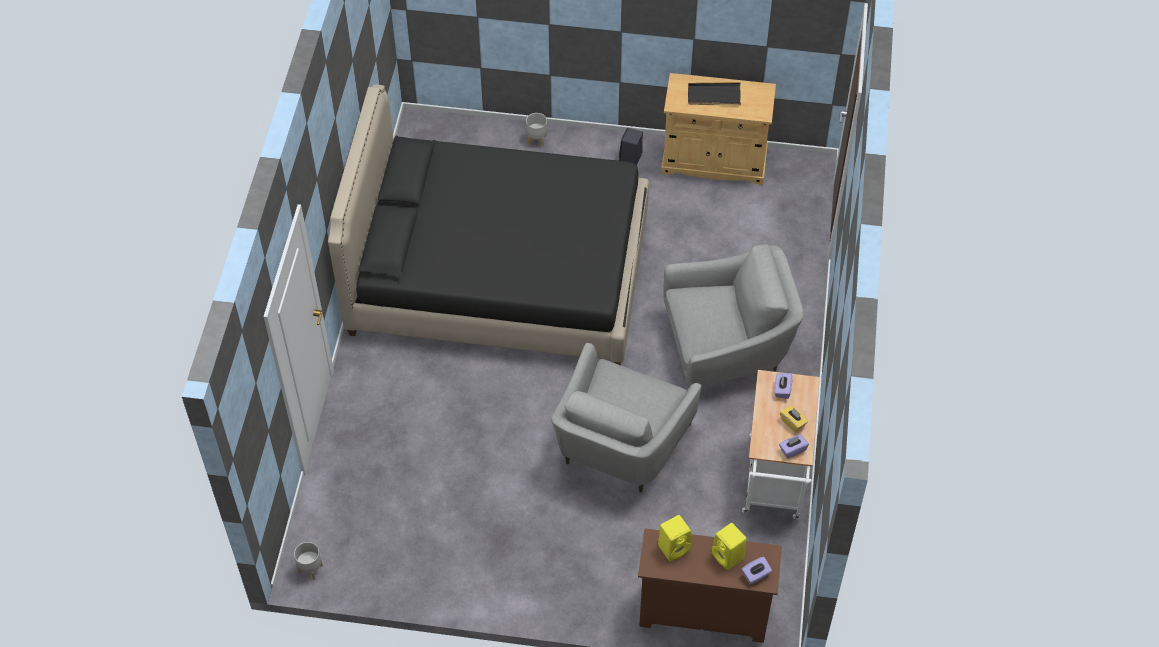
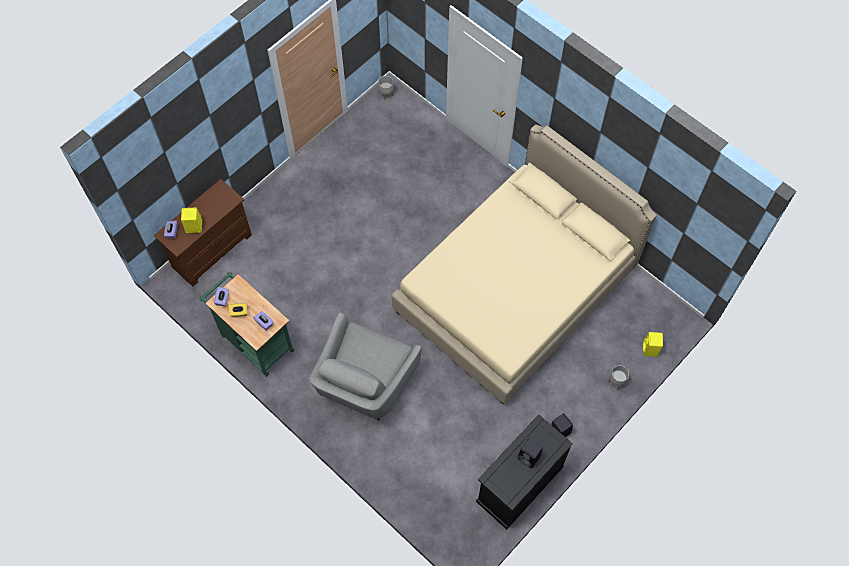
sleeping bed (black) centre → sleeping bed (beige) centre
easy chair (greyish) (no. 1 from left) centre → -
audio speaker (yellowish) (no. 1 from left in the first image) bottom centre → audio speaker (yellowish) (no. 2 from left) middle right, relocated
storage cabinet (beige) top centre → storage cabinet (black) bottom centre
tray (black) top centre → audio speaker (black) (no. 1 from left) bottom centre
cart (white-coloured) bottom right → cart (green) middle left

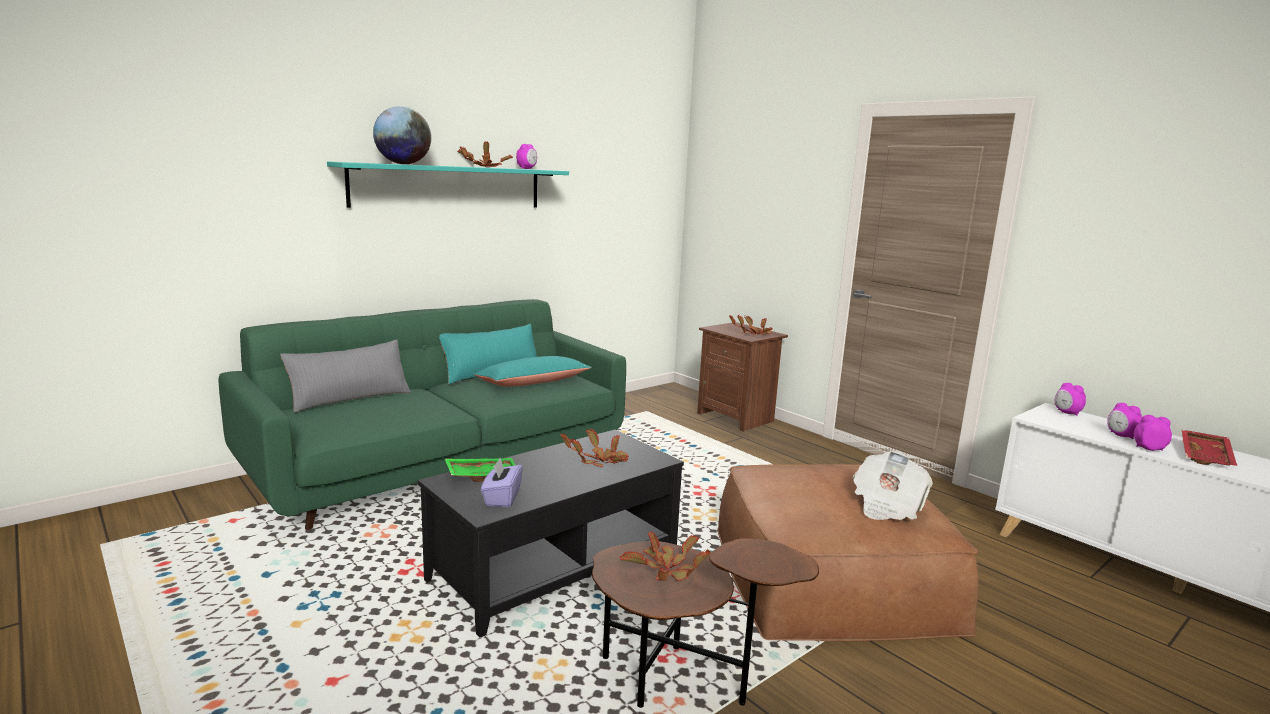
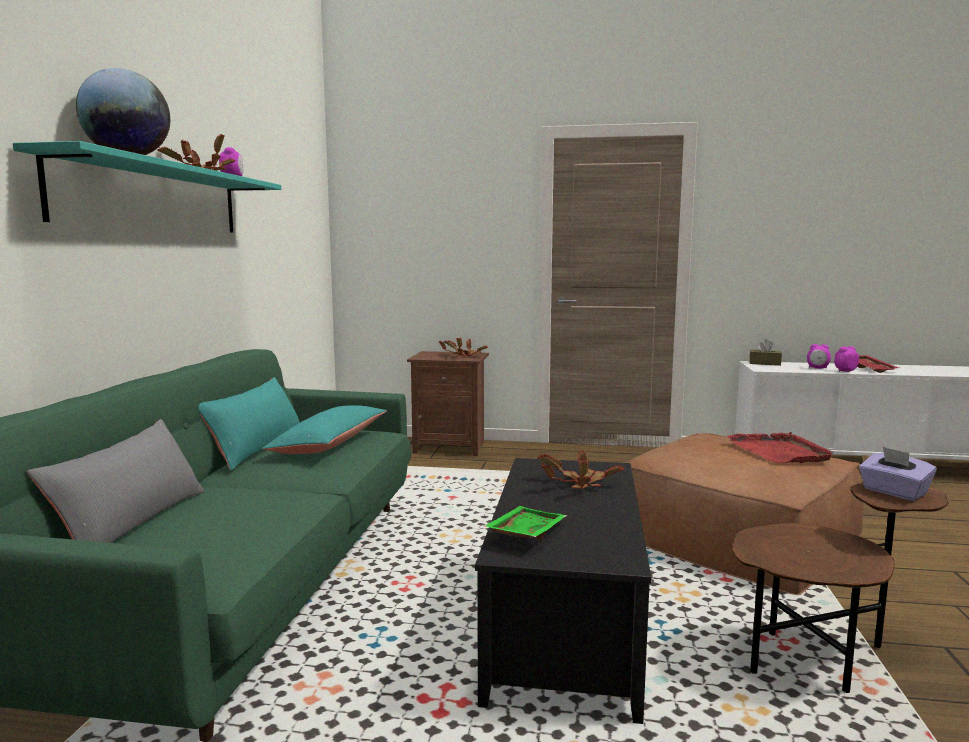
tissue box (purplish) bottom centre → tissue box (purplish) middle right, relocated
houseplant (no. 3 from left) bottom centre → -
printed paper bottom right → tray (reddish) (no. 1 from left) middle right
table clock (no. 2 from left) middle right → tissue box (brown-coloured) middle right

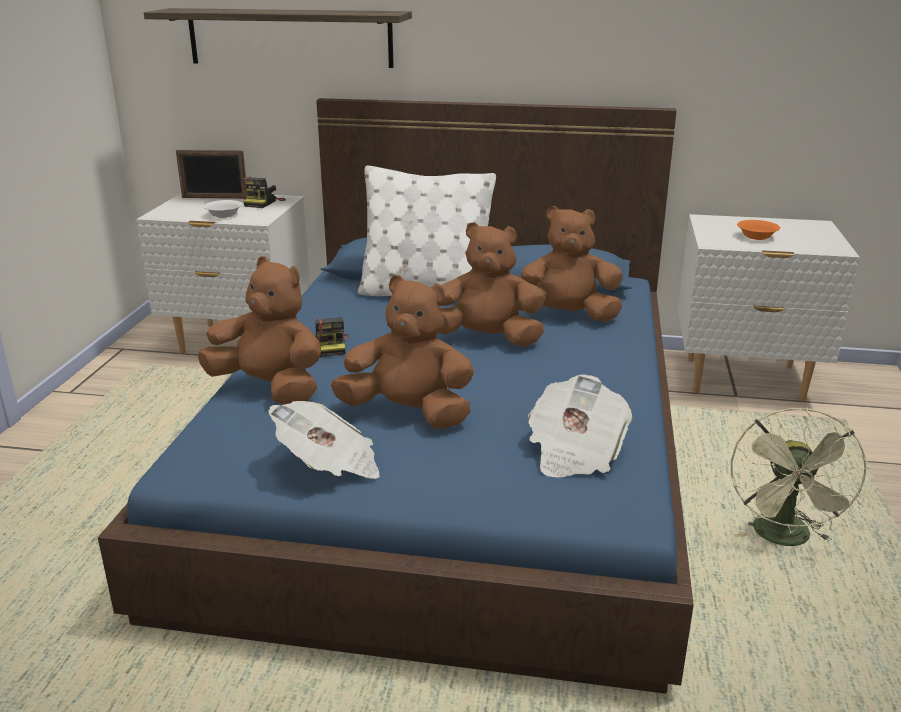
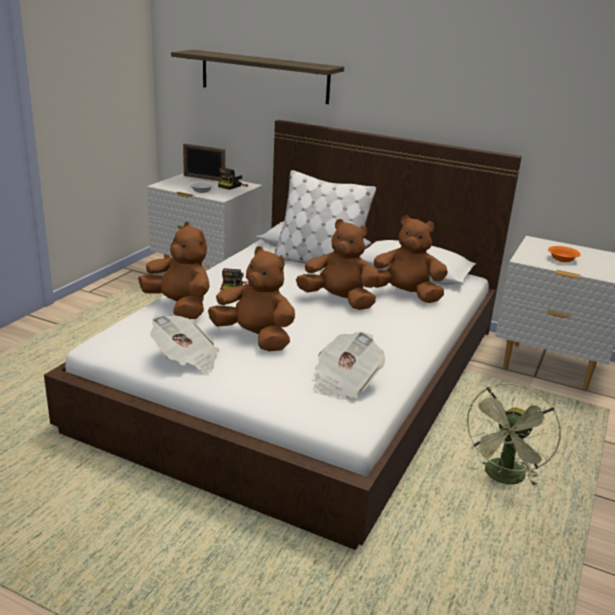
sleeping bed (blue-coloured) centre → sleeping bed (white-coloured) centre

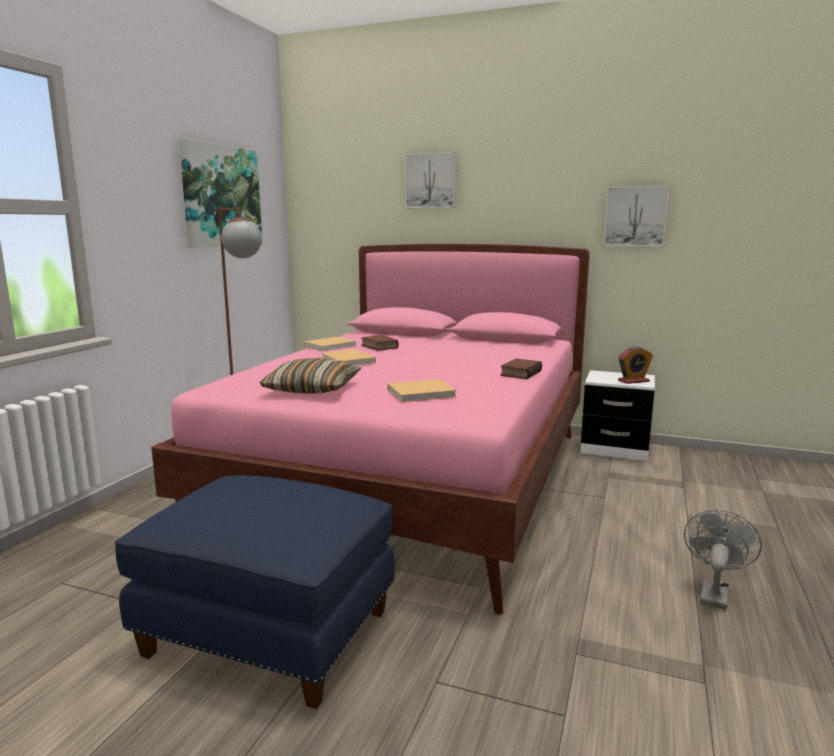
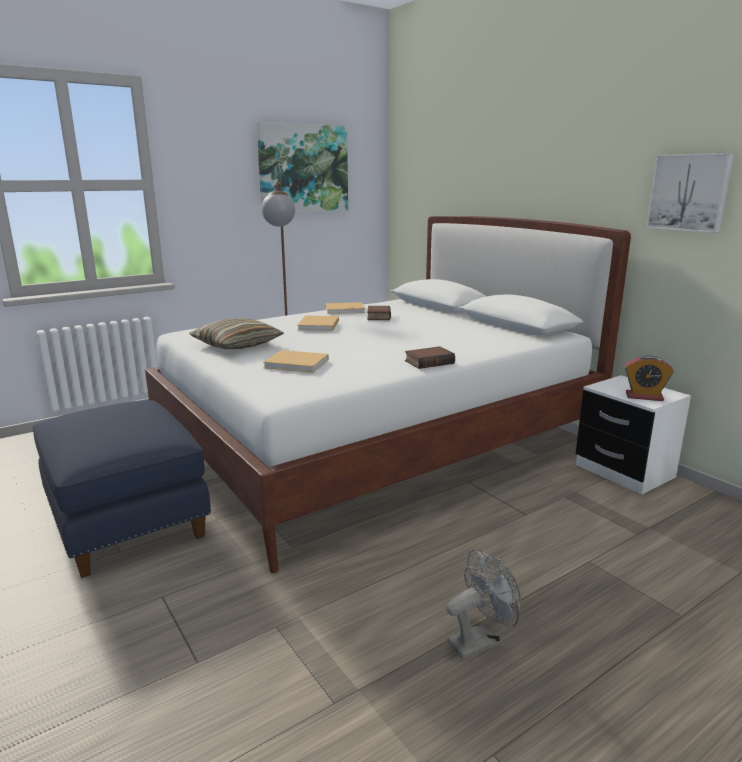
sleeping bed (pinkish) centre → sleeping bed (white-coloured) centre
wall art (no. 2 from left) top centre → -

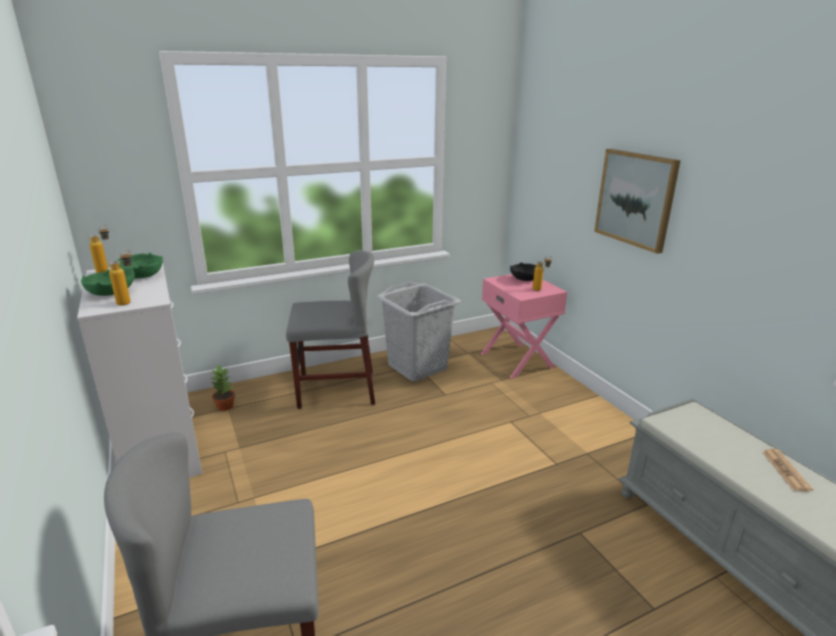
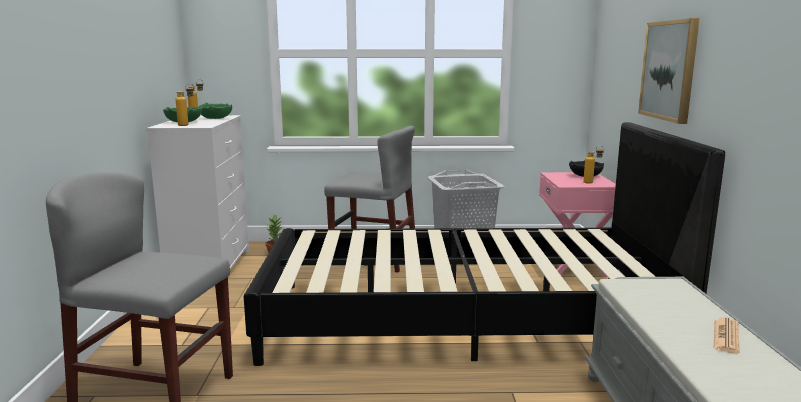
- → sleeping bed (black) centre

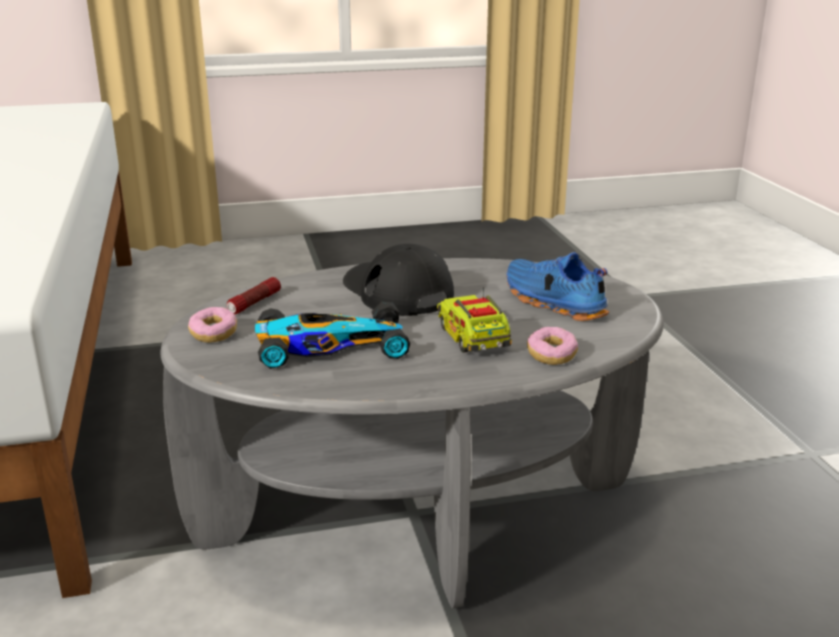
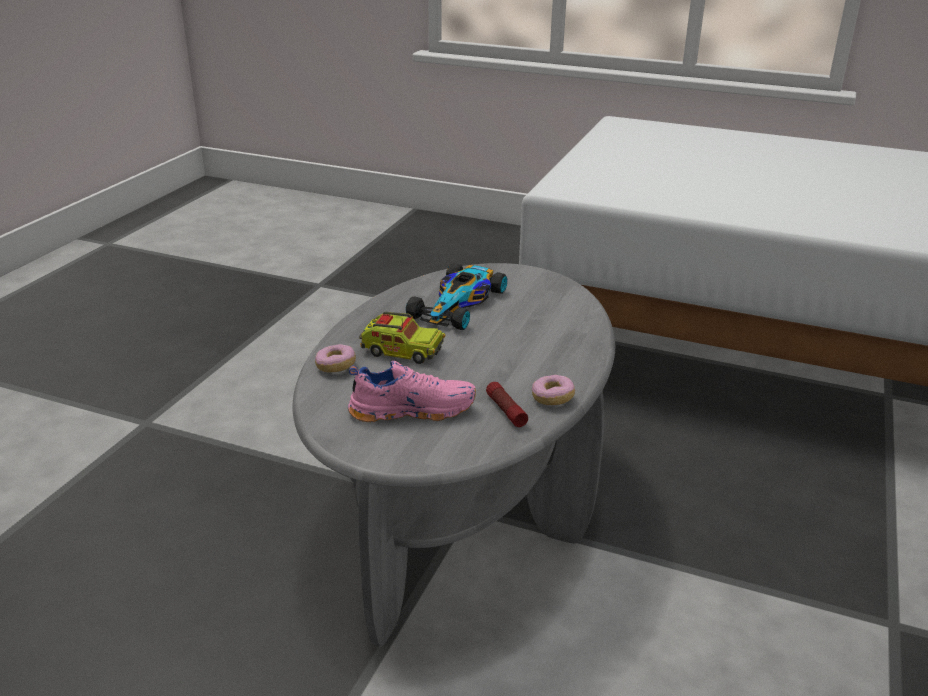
donut (no. 1 from left in the first image) middle left → donut (no. 2 from left) centre, relocated
torch middle left → torch centre, relocated
cap (black) centre → -
low shoe (blue-coloured) centre → low shoe (pinkish) centre

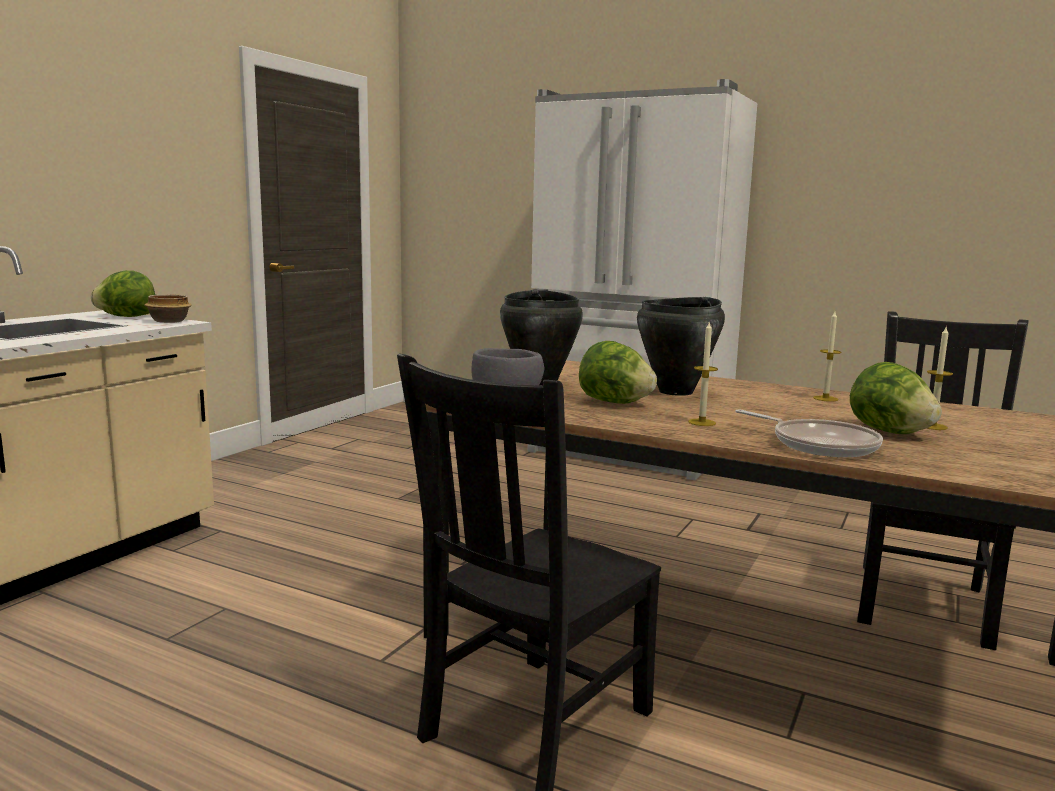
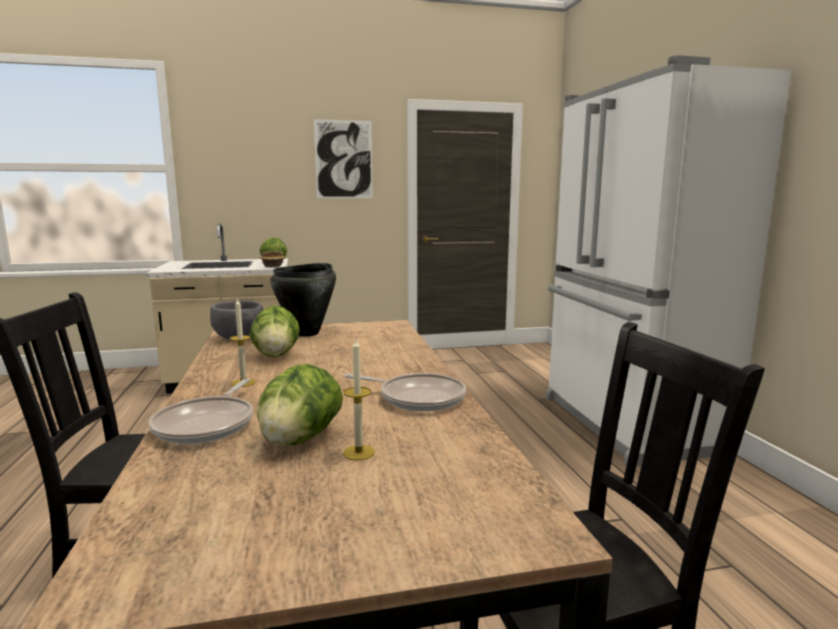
saucepot (black) (no. 2 from left) centre → -
wax light (no. 2 from left) middle right → skillet (no. 2 from left) centre
- → wall art top centre

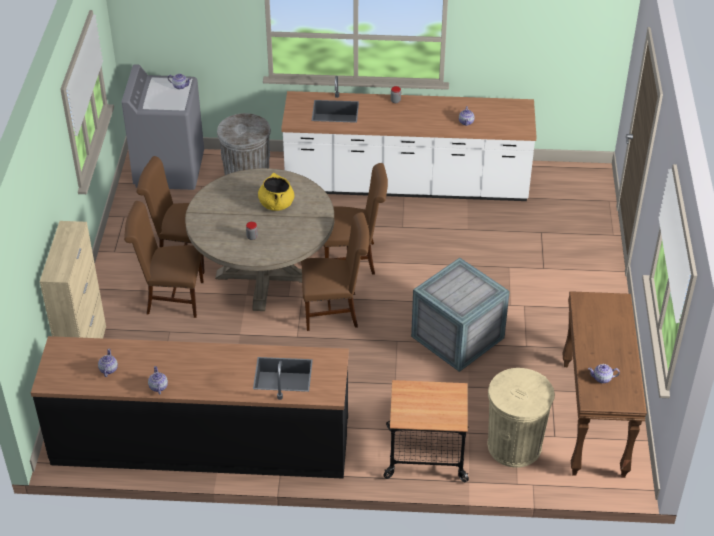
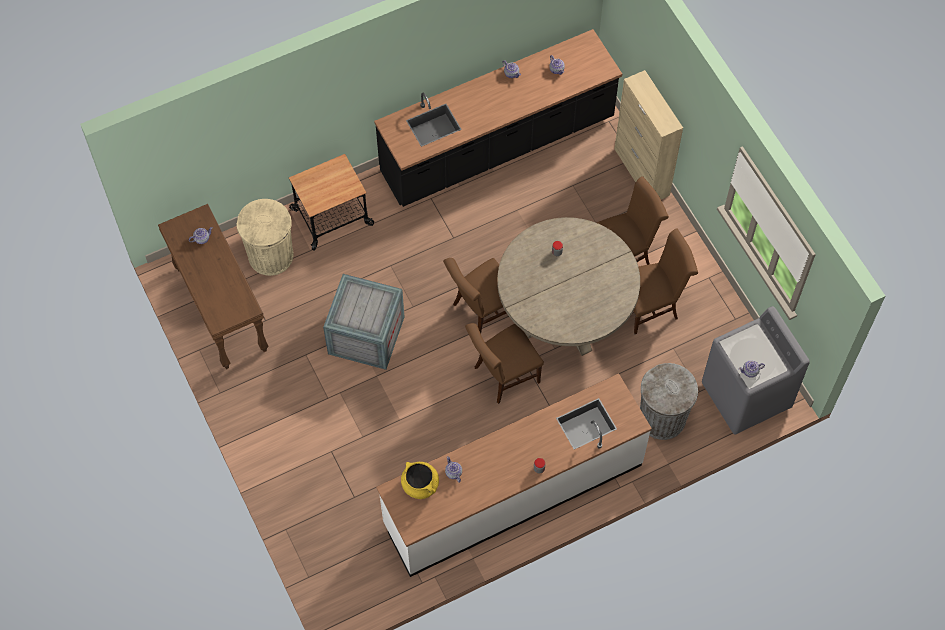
saucepot (yellowish) centre → saucepot (yellowish) bottom centre, relocated

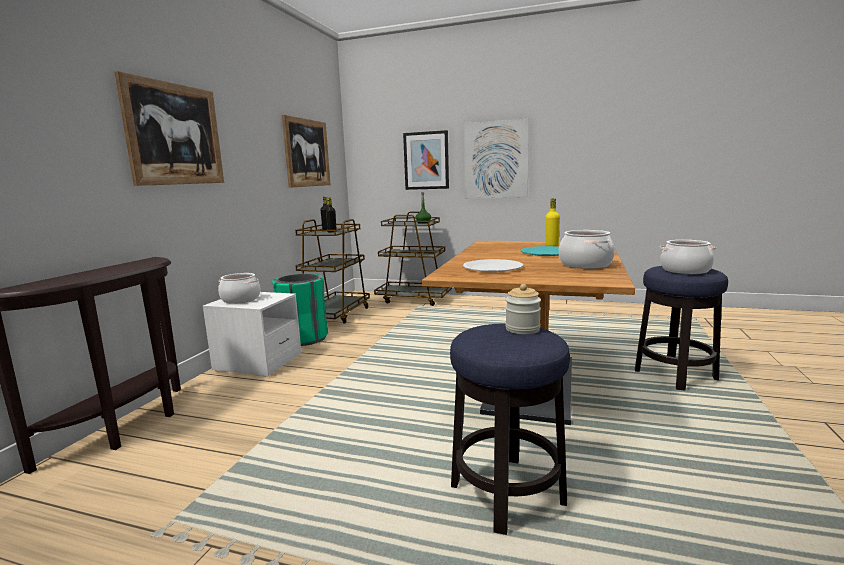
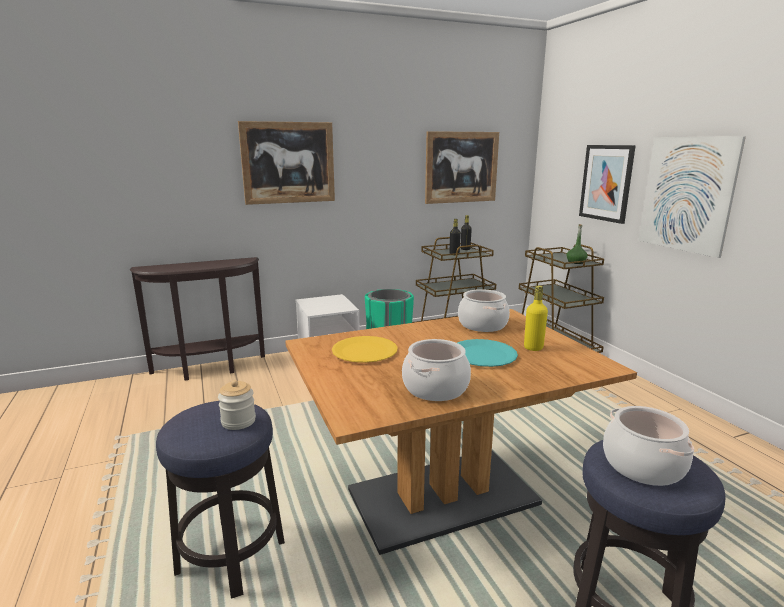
saucepot (no. 1 from left in the first image) middle left → saucepot (no. 2 from left) centre, relocated
plate (white-coloured) centre → plate (yellowish) centre

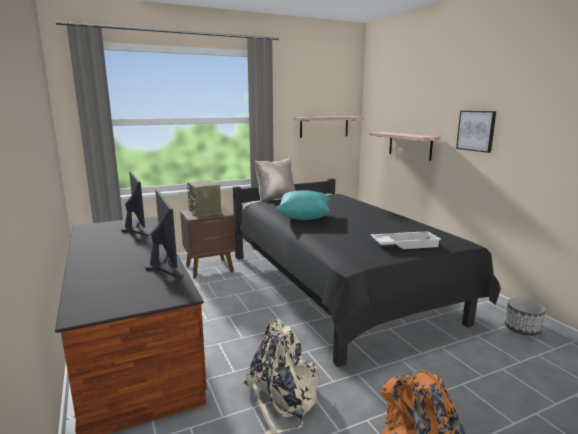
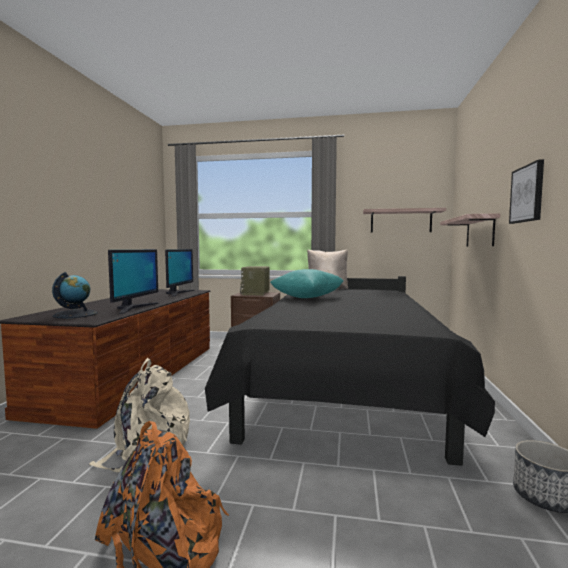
tray (white-coloured) middle right → -
- → world globe middle left

